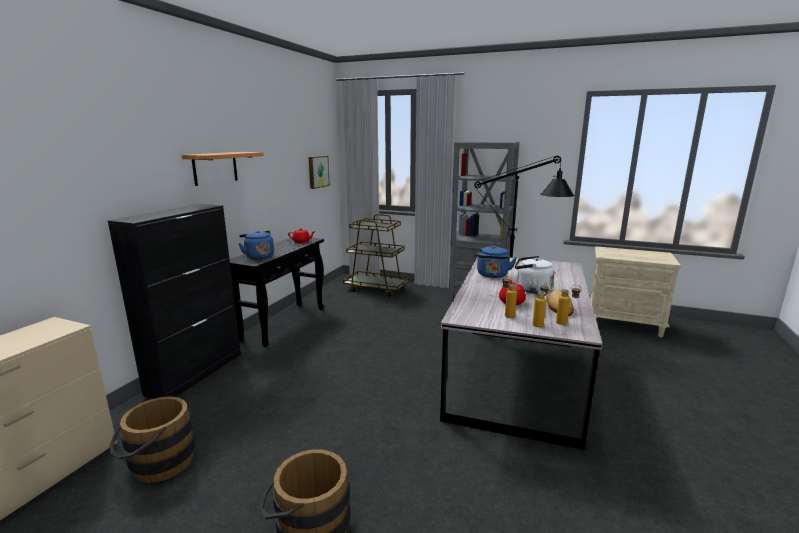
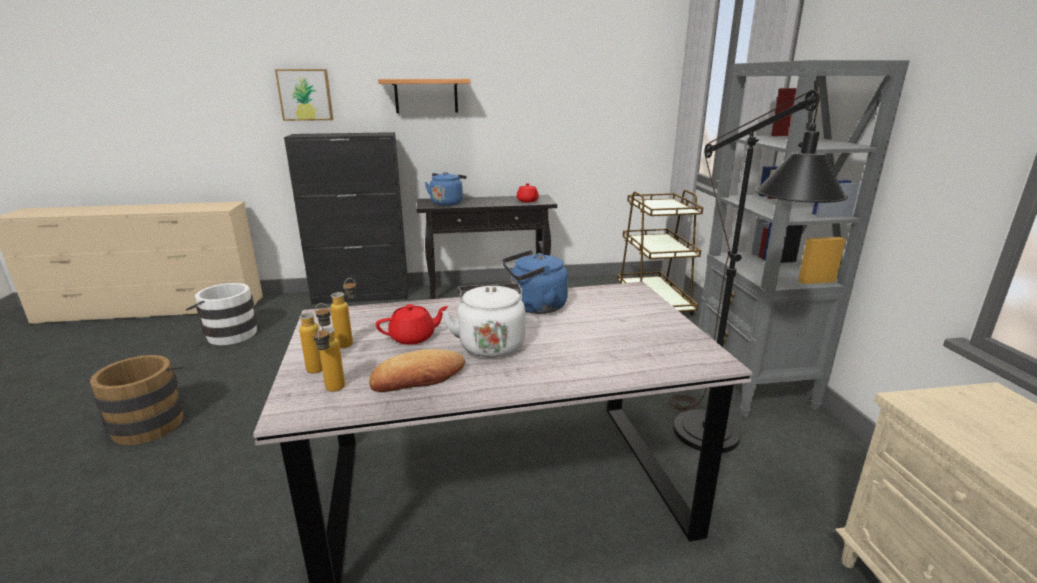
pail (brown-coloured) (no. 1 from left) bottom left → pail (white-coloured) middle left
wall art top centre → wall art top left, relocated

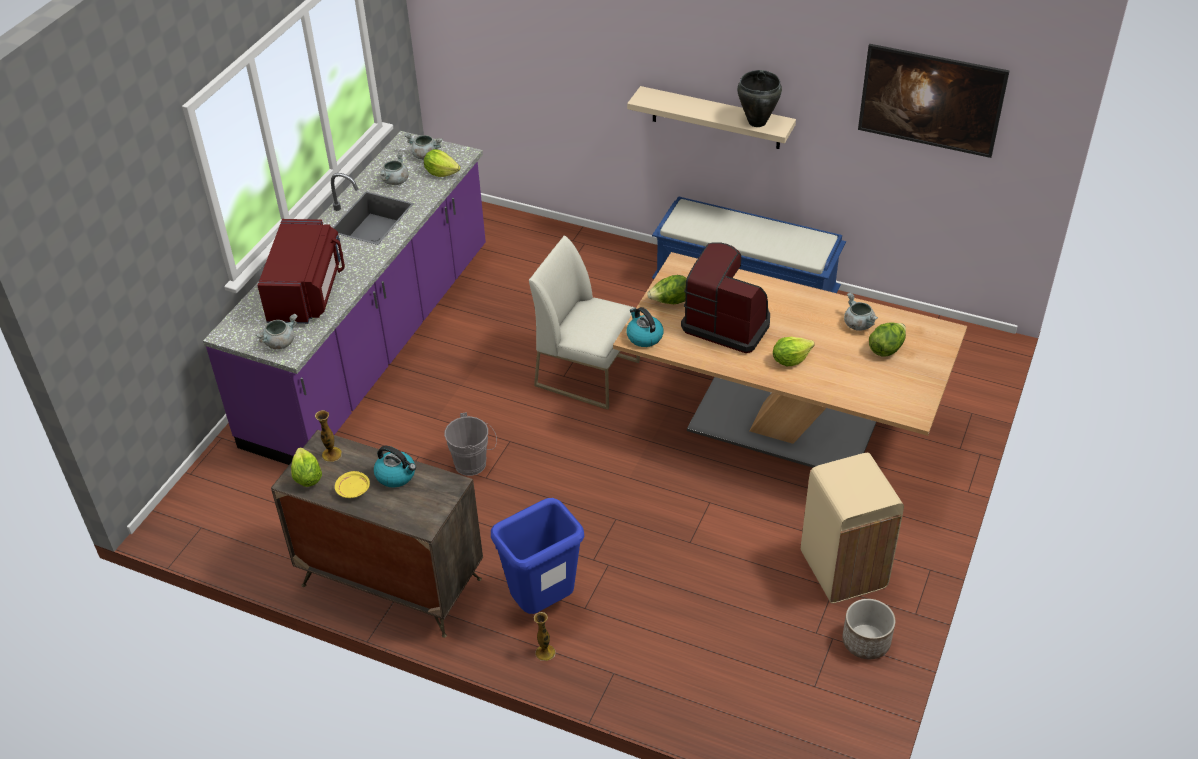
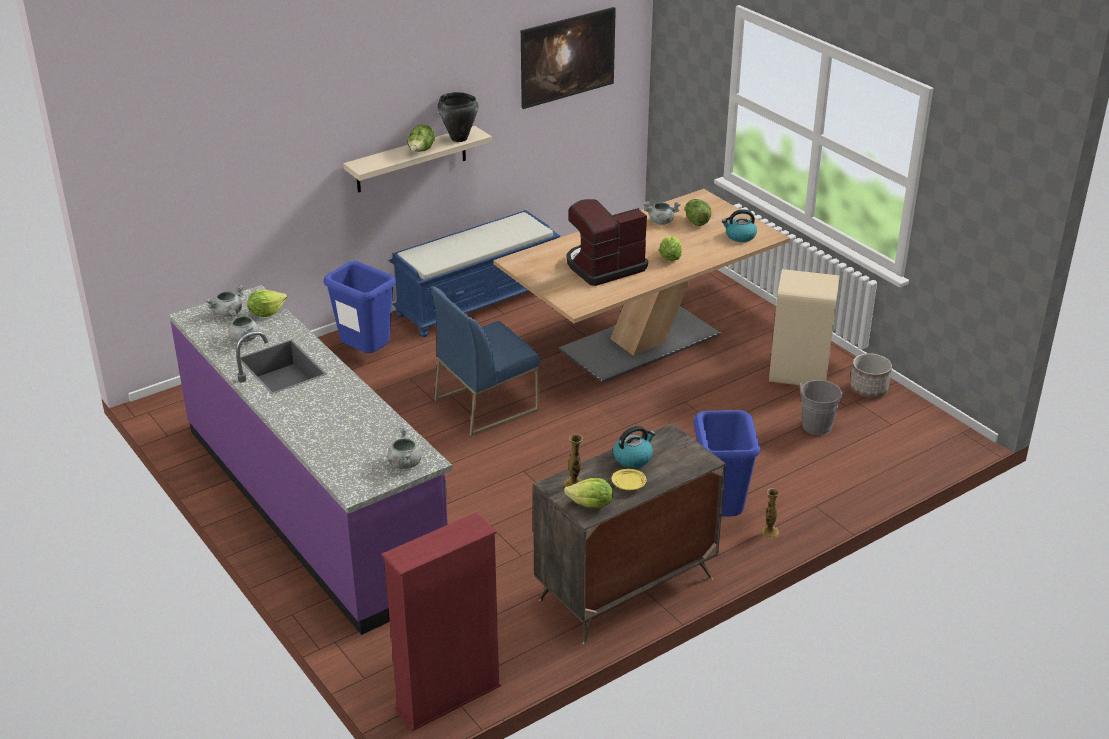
kitchen microwave (reddish) middle left → -
pail (greyish) centre → pail (greyish) middle right, relocated
chair (white-coloured) centre → chair (blue-coloured) centre
water kettle (no. 2 from left) centre → water kettle (no. 2 from left) top centre, relocated
lettuce head (no. 3 from left in the first image) centre → lettuce head (no. 2 from left) top centre, relocated
- → trash can (blue-coloured) (no. 1 from left) middle left
- → shelving unit (reddish) bottom centre

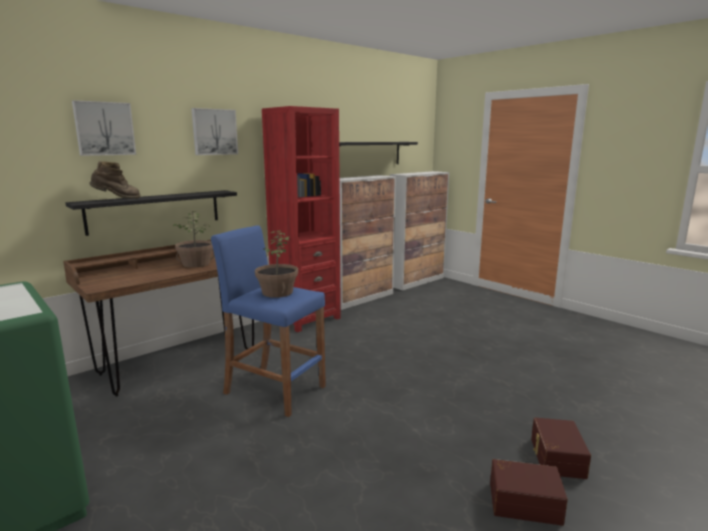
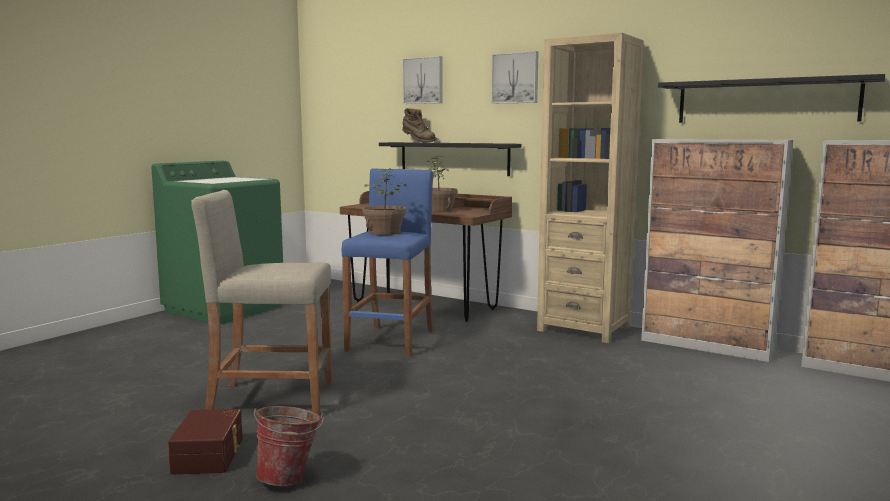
shelving unit (reddish) centre → shelving unit (beige) centre
storage box (brown-coloured) (no. 2 from left) bottom right → pail bottom left
- → stool seat (beige) middle left

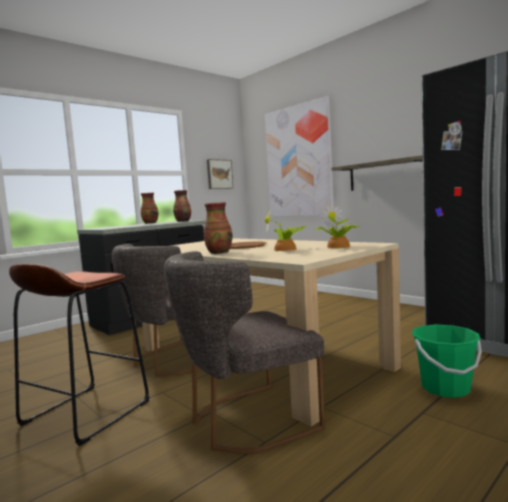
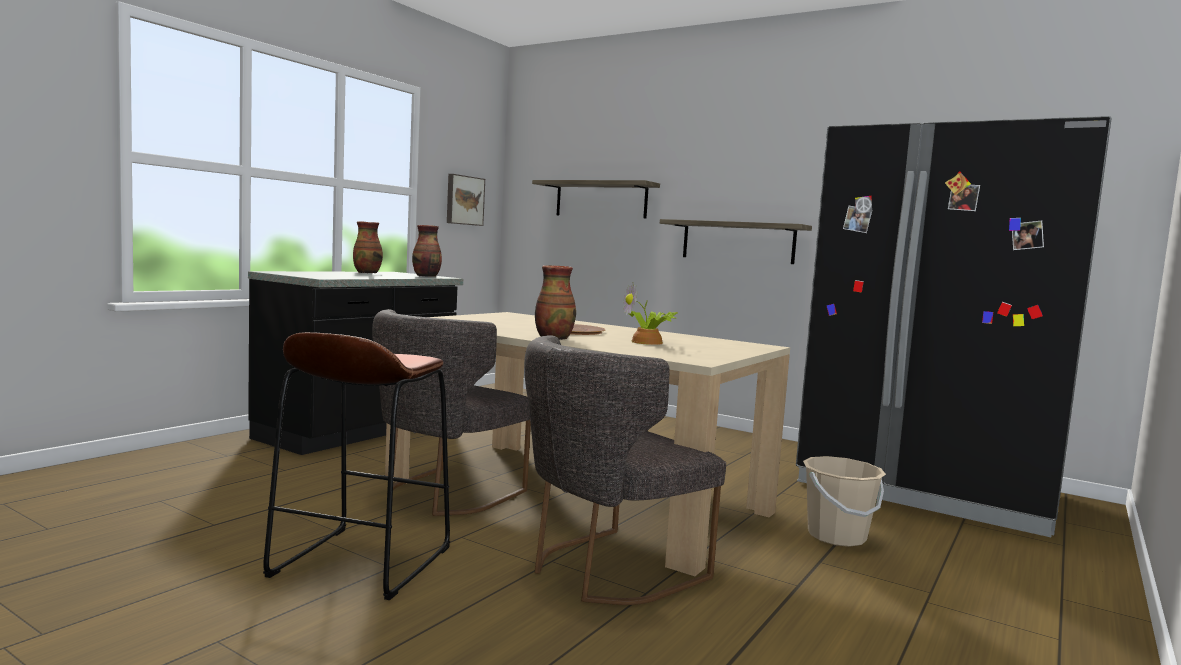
wall art (no. 2 from left) top centre → bracket shelf (no. 1 from left) top centre
houseplant (no. 2 from left) centre → -
pail (green) bottom right → pail (beige) bottom right

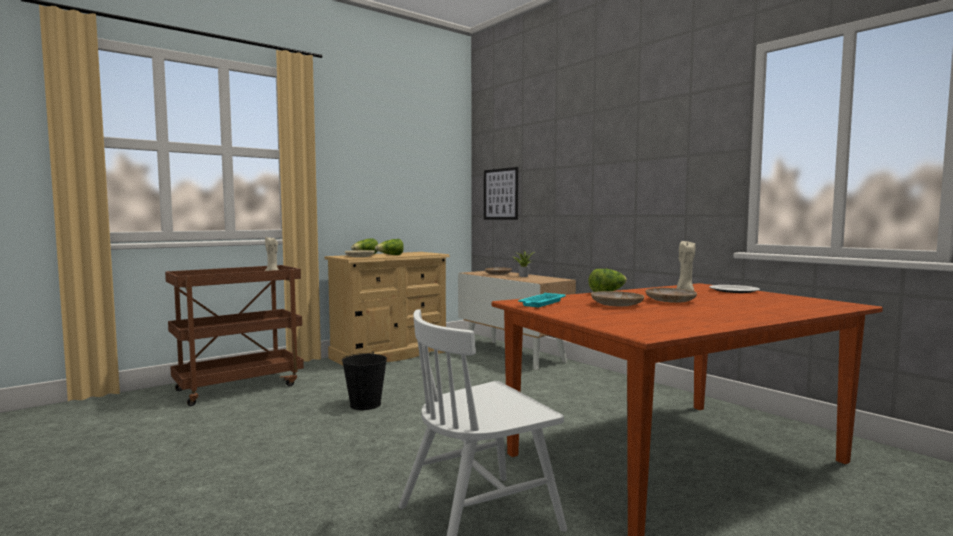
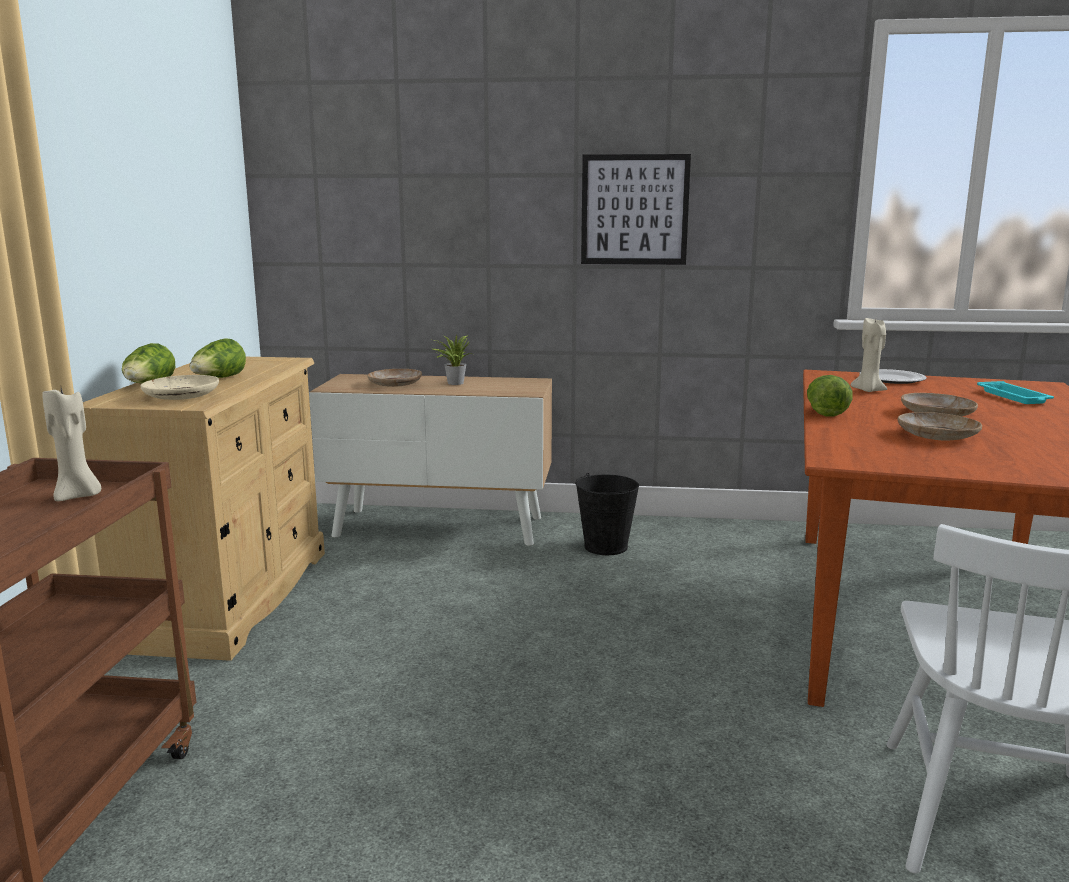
pail (black) bottom centre → pail (black) centre, relocated
wall art centre → wall art top centre, relocated
tray (blue-green) centre → tray (blue-green) middle right, relocated

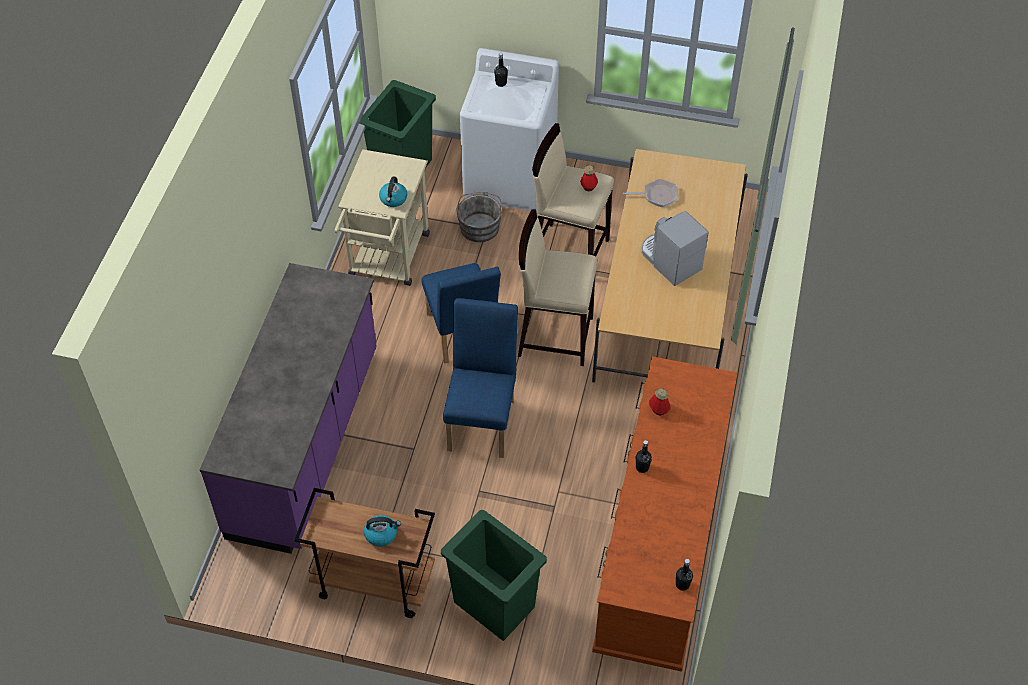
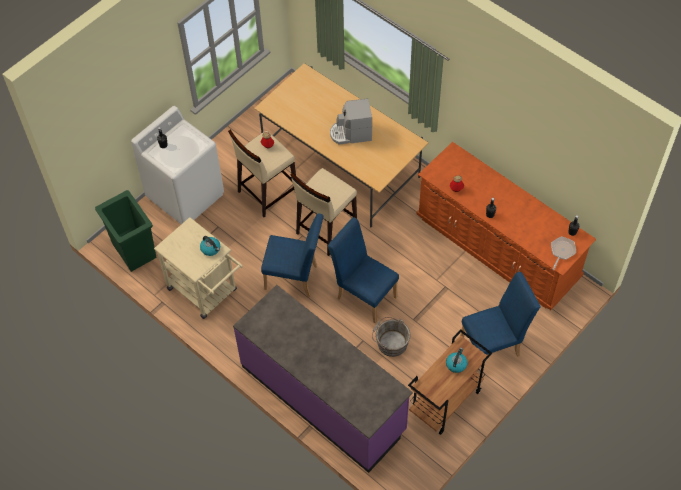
trash can (green) (no. 2 from left) bottom centre → chair (blue-coloured) (no. 3 from left) middle right
pail (greyish) top centre → pail (greyish) bottom centre, relocated
skillet top centre → skillet middle right, relocated

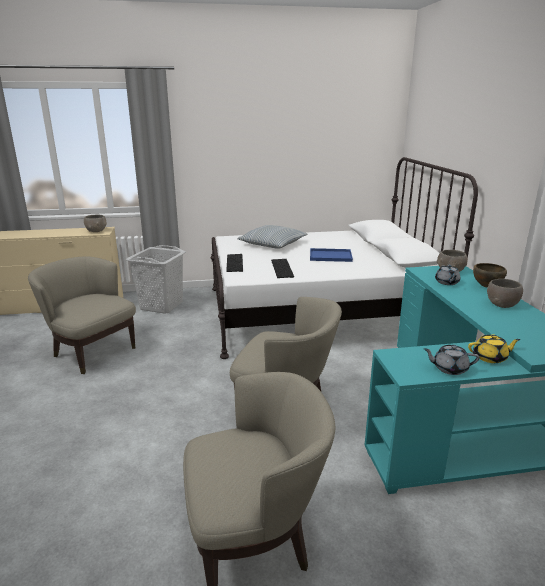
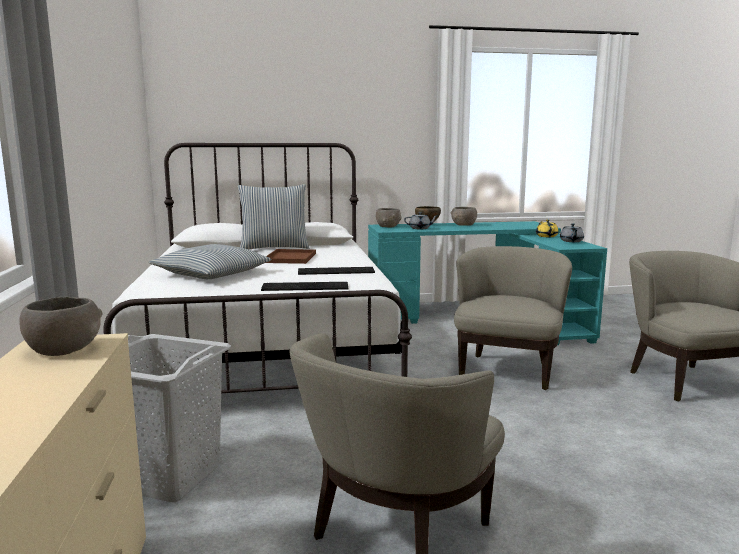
tray (blue-coloured) centre → tray (brown-coloured) centre
- → pillow (no. 2 from left) centre

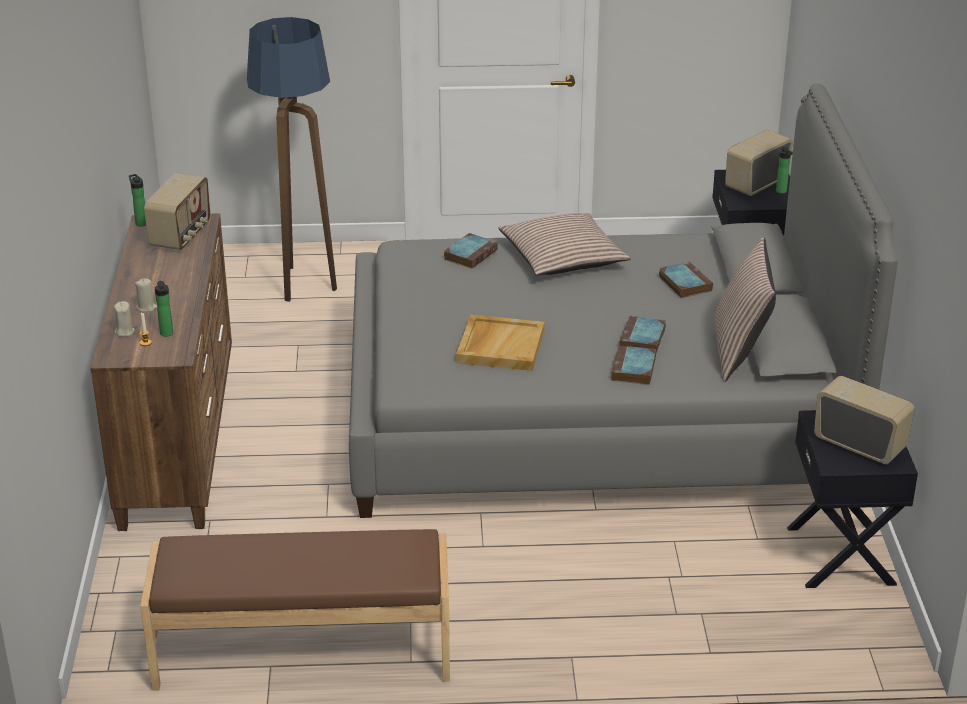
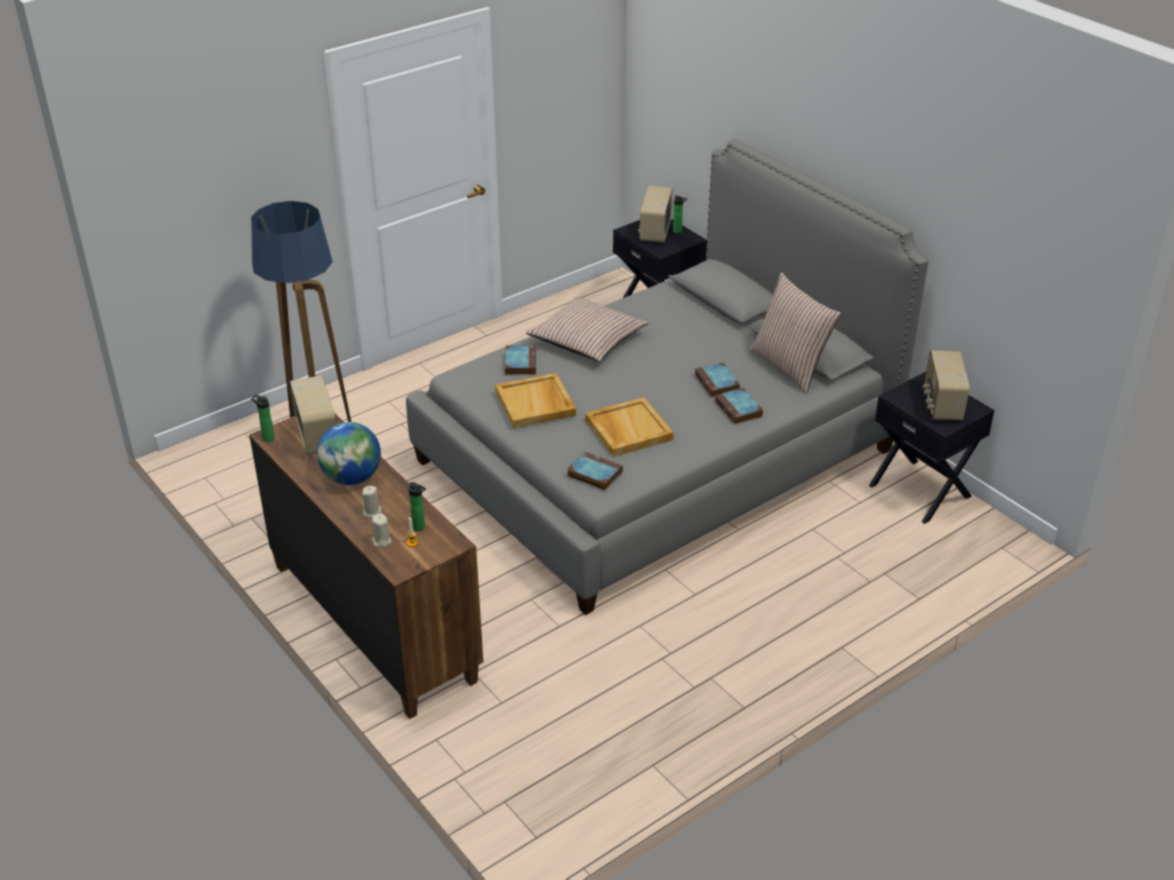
bench (brown-coloured) bottom left → -
bound book (no. 4 from left in the first image) middle right → bound book (no. 2 from left) centre, relocated
radio receiver (no. 3 from left) middle right, 90 degrees counterclockwise
- → world globe middle left
- → tray (beige) (no. 1 from left) centre

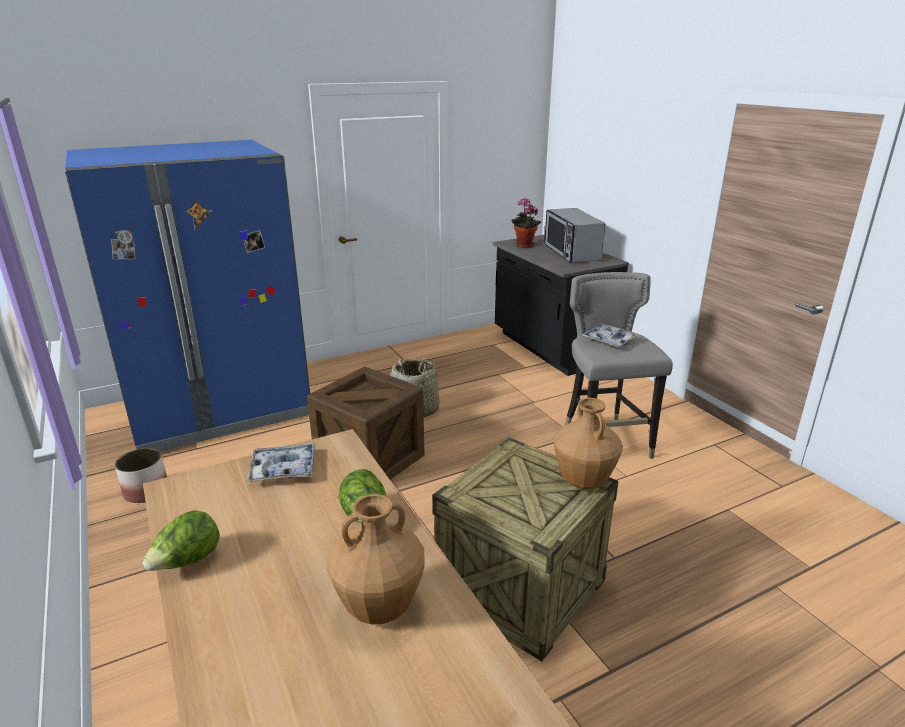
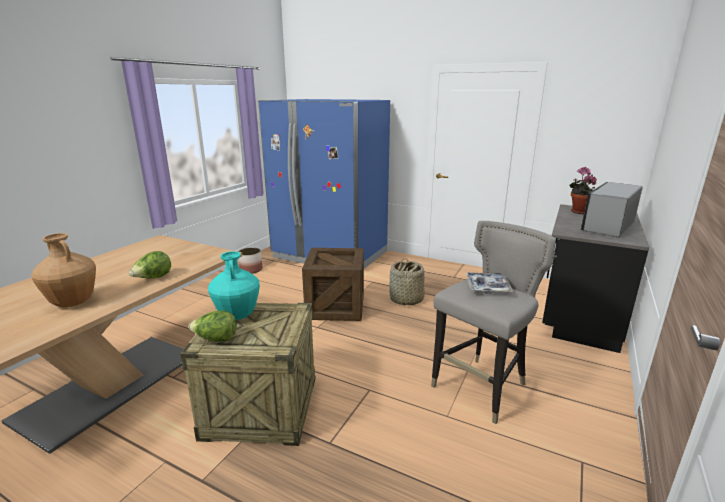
lettuce head (no. 1 from left in the first image) bottom left → lettuce head (no. 2 from left) middle left, relocated
tray (no. 1 from left) middle left → -
vase (brown-coloured) (no. 2 from left) centre → -
- → vase (blue-green) middle left

